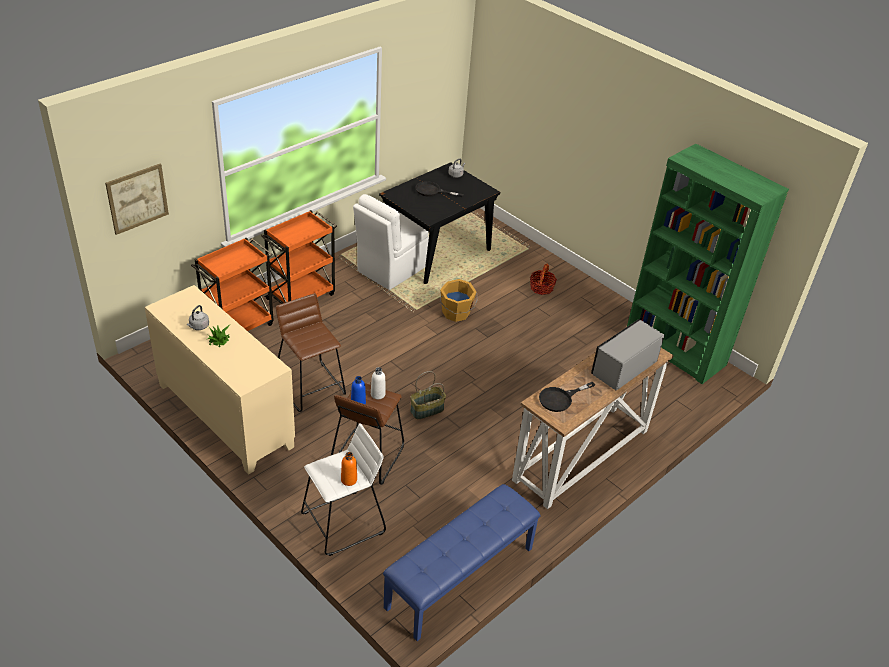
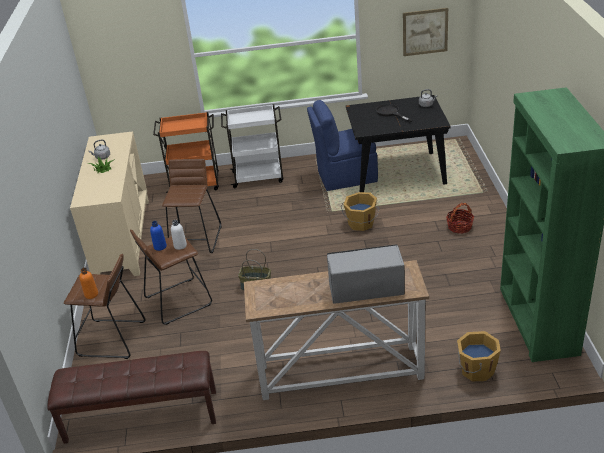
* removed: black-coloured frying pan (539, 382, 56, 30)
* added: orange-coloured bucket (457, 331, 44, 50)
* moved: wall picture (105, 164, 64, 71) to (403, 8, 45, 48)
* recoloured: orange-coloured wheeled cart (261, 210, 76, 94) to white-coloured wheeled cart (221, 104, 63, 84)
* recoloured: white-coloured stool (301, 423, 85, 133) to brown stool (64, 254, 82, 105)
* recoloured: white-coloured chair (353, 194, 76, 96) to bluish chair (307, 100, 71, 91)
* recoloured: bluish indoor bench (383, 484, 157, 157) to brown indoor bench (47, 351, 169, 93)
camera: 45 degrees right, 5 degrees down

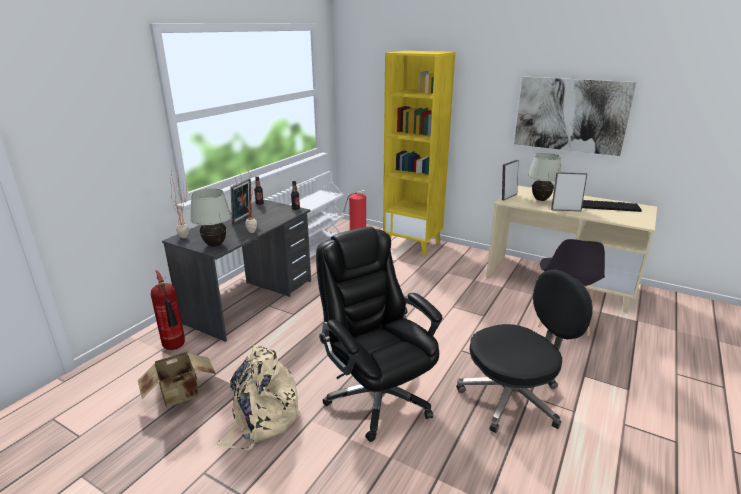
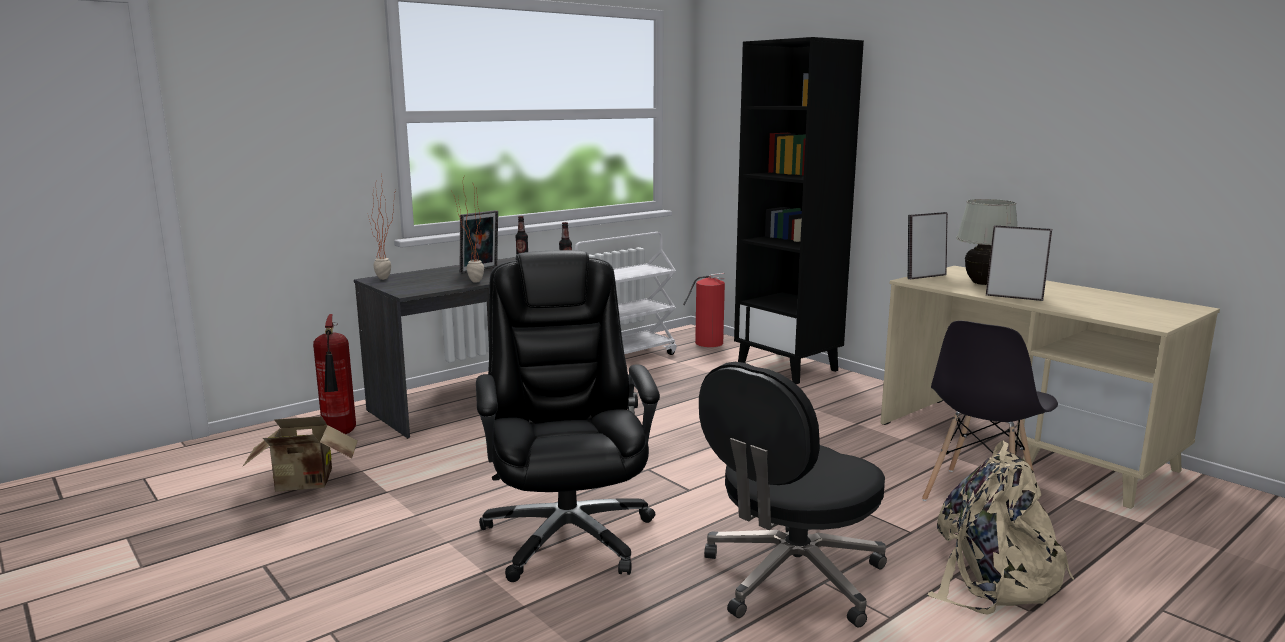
* removed: white-coloured table lamp (190, 188, 42, 59)
* removed: wall picture (514, 77, 122, 79)
* removed: keyboard (582, 200, 60, 12)
* moved: sand-coloured backpack (217, 345, 84, 106) to (927, 441, 147, 174)
* recoloured: yellowish bookshelf (383, 51, 72, 205) to black-coloured bookshelf (734, 37, 130, 347)
* turned: black-coloured desk chair (456, 270, 137, 163) = (699, 362, 188, 266) 135 degrees clockwise
camera: 20 degrees right, 10 degrees down

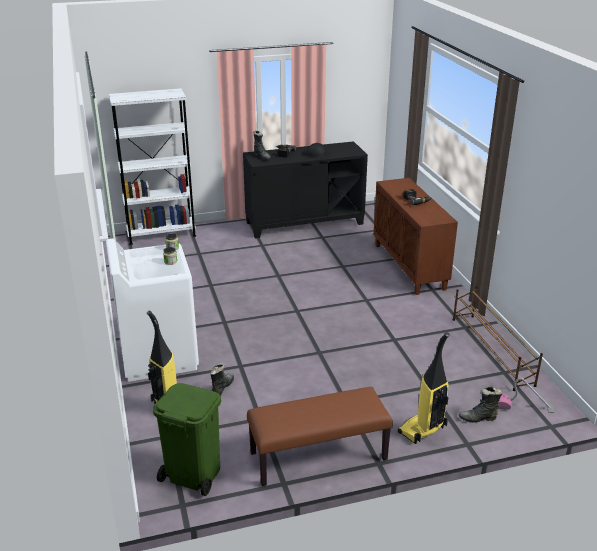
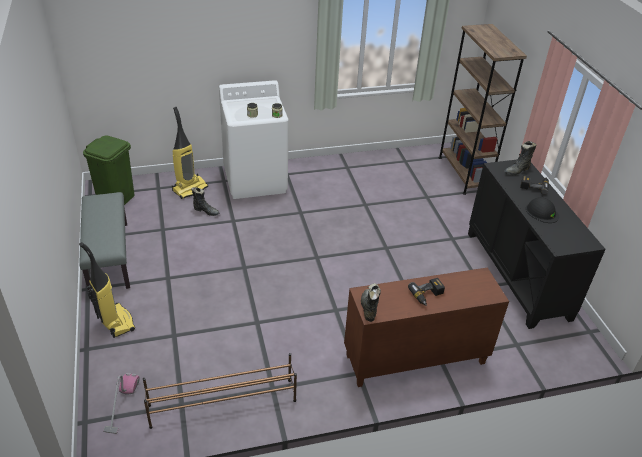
* moved: black-coloured boot (458, 386, 44, 37) to (361, 283, 20, 39)
* recoloured: white-coloured bookshelf (109, 88, 87, 157) to brown bookshelf (438, 24, 89, 171)
* recoloured: brown indoor bench (247, 387, 146, 99) to greyish indoor bench (79, 192, 51, 98)
camera: 90 degrees right, 10 degrees up

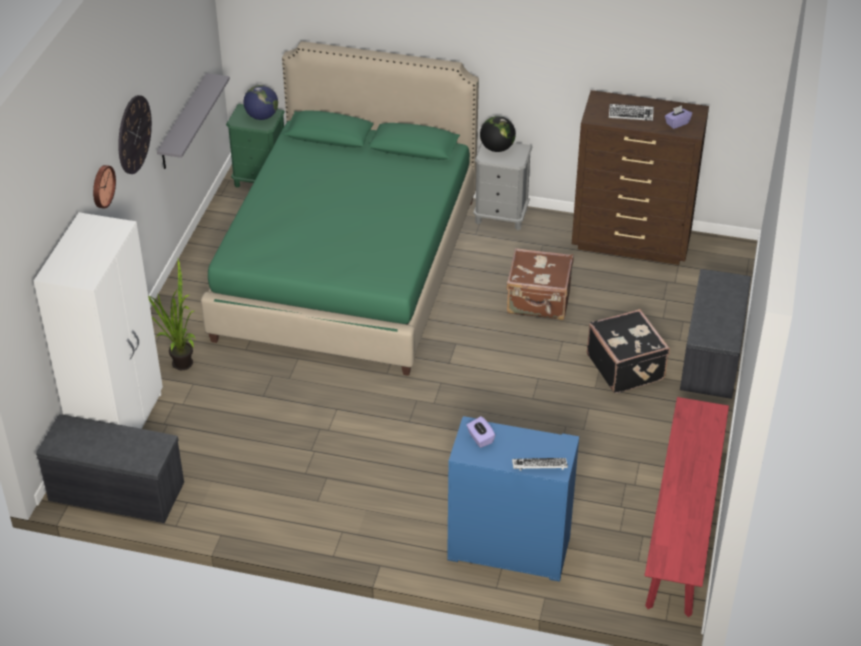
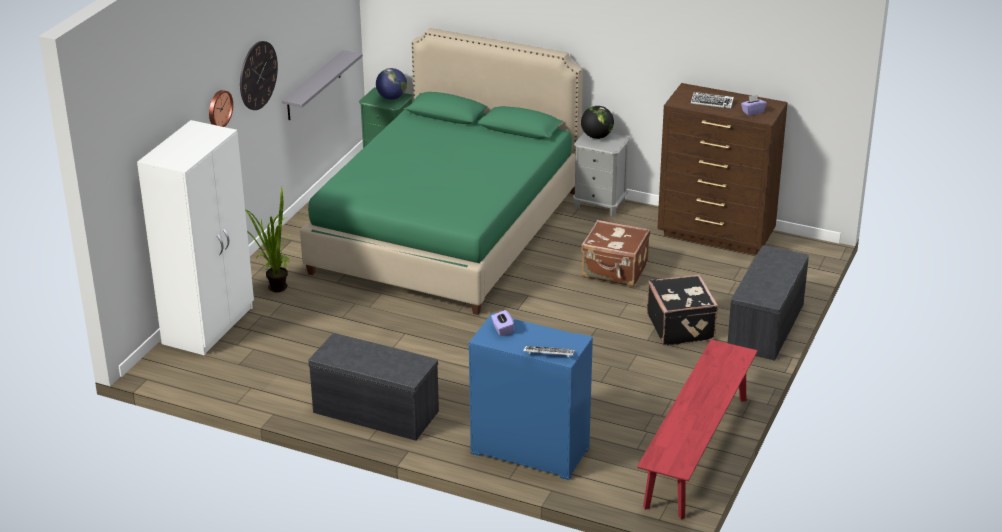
* moved: greyish indoor bench (36, 414, 148, 109) to (308, 333, 131, 108)
camera: 10 degrees right, 10 degrees down

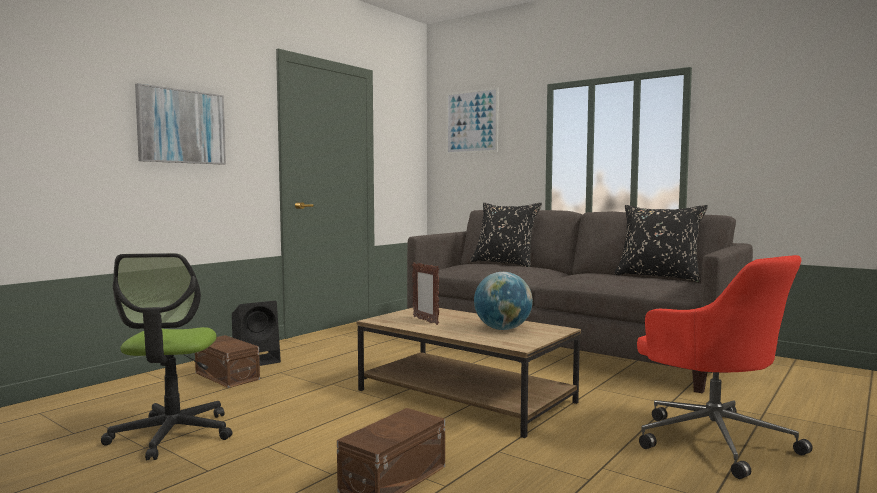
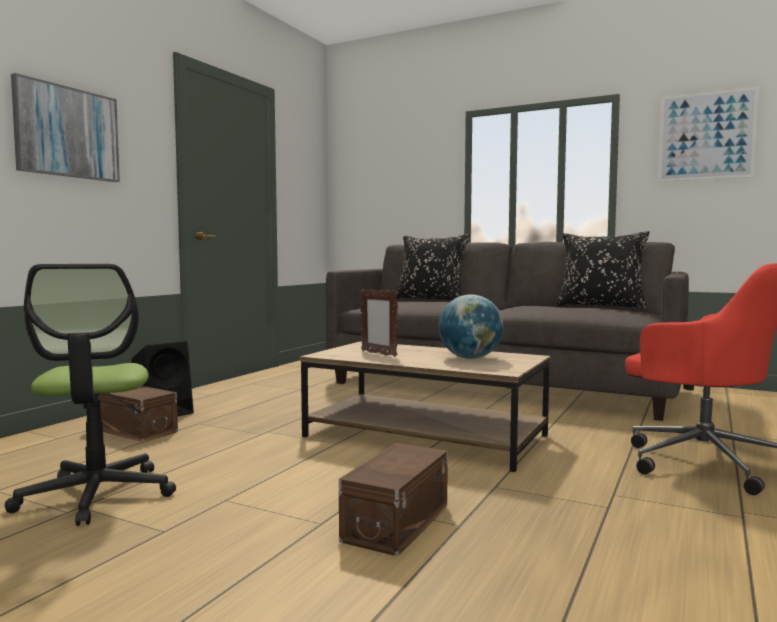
* moved: wall picture (446, 87, 53, 67) to (658, 87, 101, 95)
camera: 10 degrees left, 0 degrees up

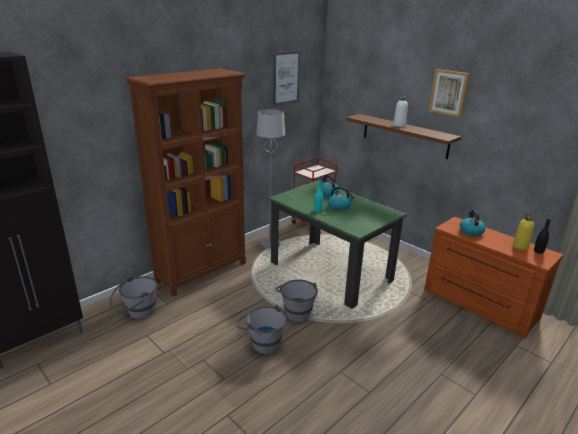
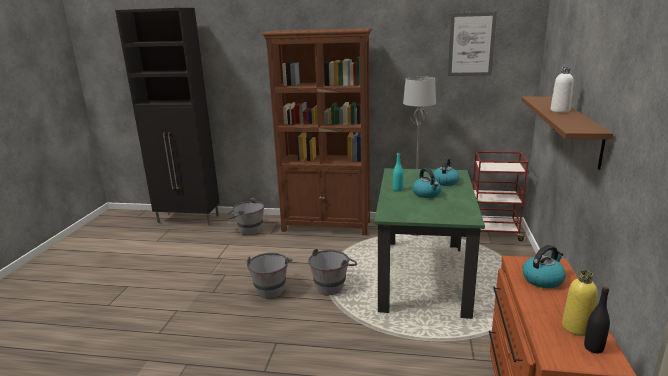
* removed: wall picture (429, 69, 41, 48)
camera: 55 degrees right, 5 degrees down

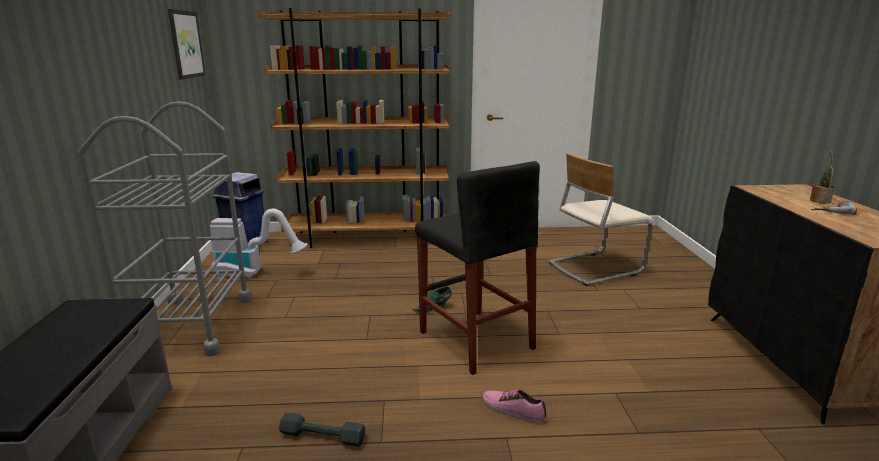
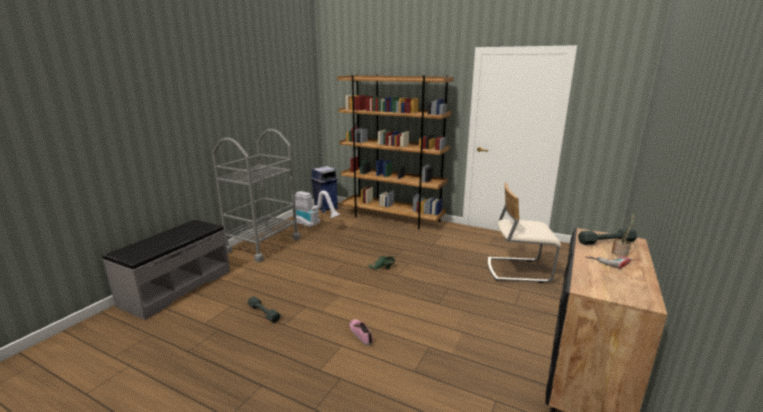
* removed: wall picture (168, 9, 37, 71)
* removed: black-coloured stool (415, 161, 125, 214)
* added: greyish hand weight (578, 228, 59, 17)
camera: 30 degrees right, 0 degrees up

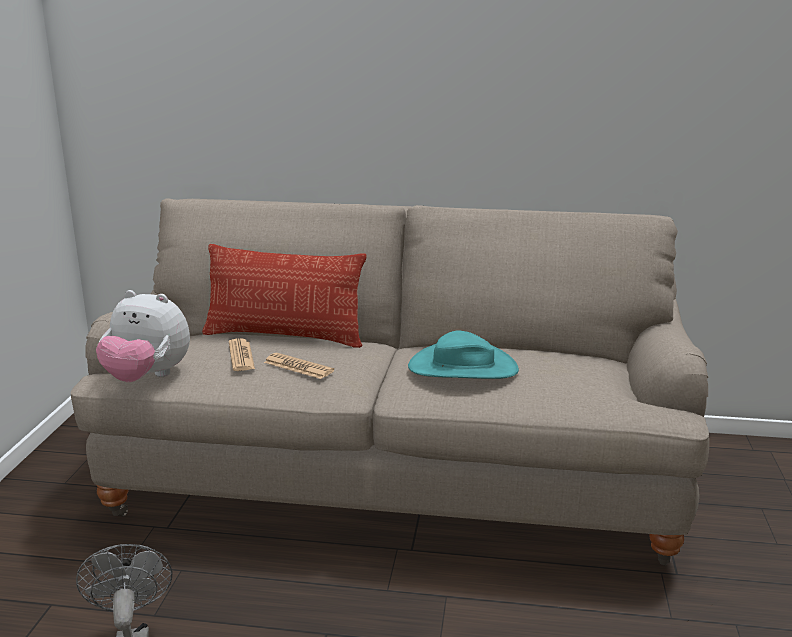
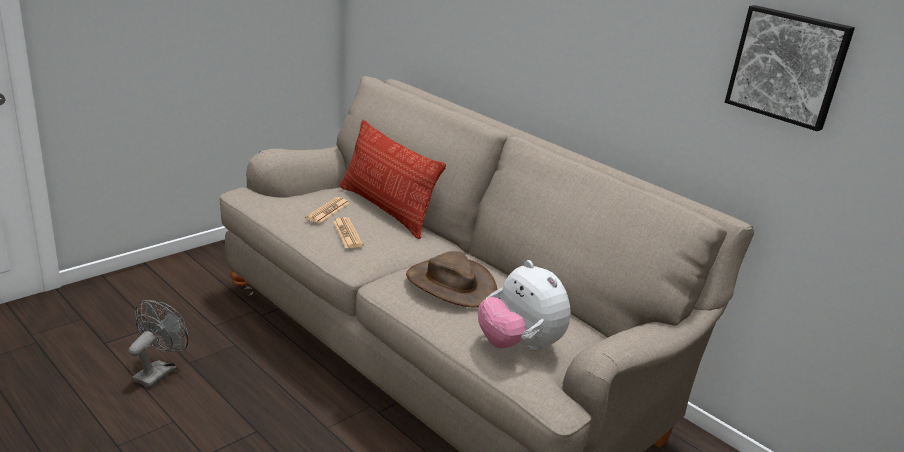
* added: wall picture (725, 5, 130, 126)
* moved: plush toy (96, 290, 94, 92) to (478, 260, 93, 91)
* recoloured: turquoise hat (408, 330, 111, 49) to brown hat (406, 251, 91, 57)
camera: 35 degrees right, 5 degrees up

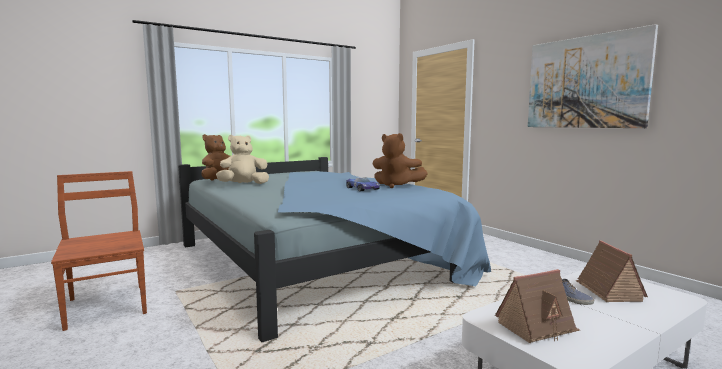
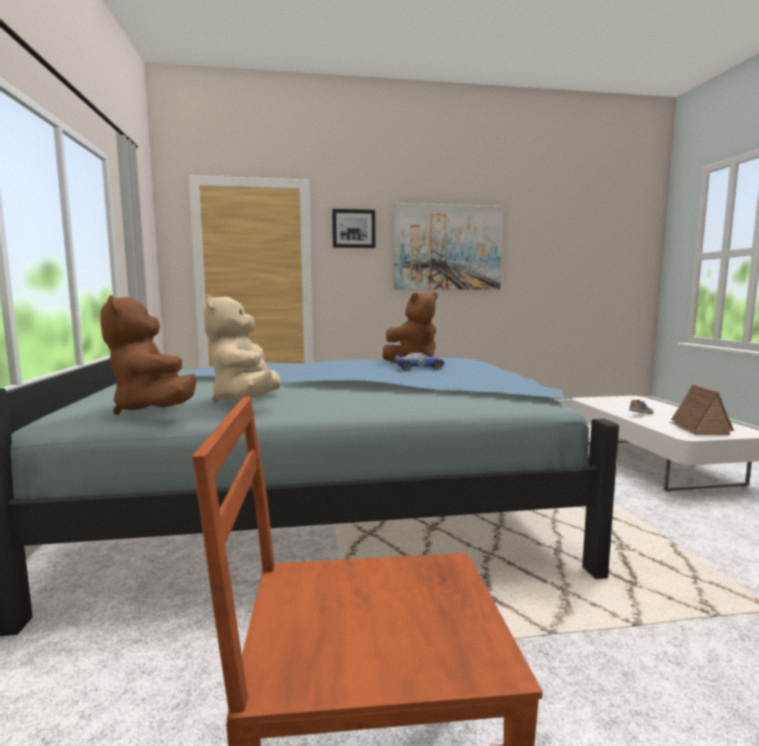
* removed: miniature house (575, 240, 73, 62)
* added: wall picture (332, 209, 43, 39)
camera: 65 degrees left, 0 degrees up

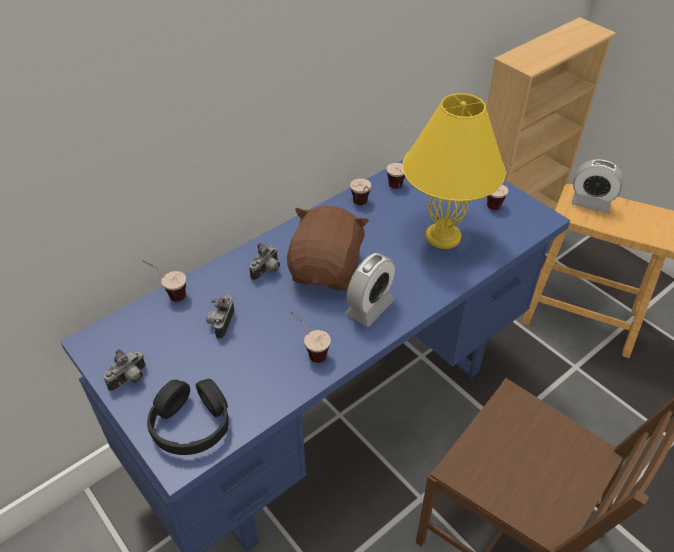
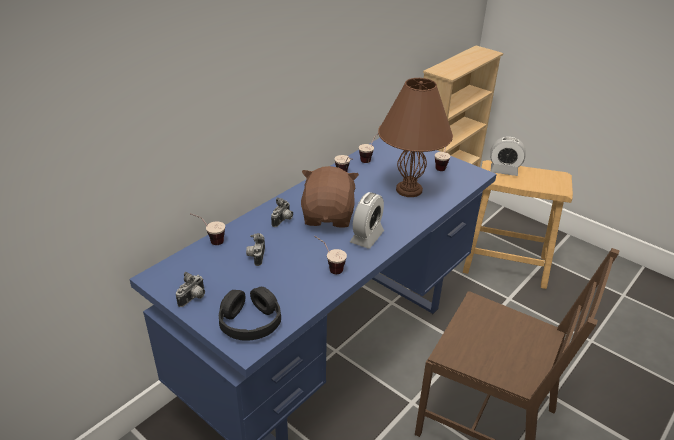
* recoloured: yellowish table lamp (402, 93, 104, 156) to brown table lamp (378, 78, 75, 119)
camera: 10 degrees left, 10 degrees down

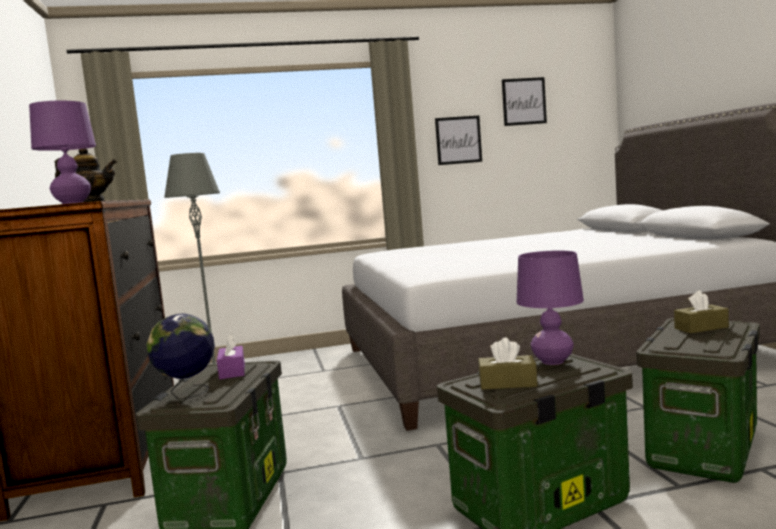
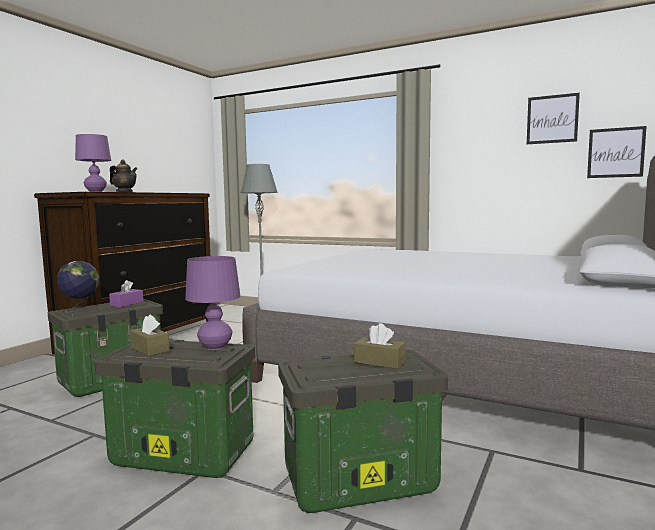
* moved: wall picture (435, 115, 47, 50) to (587, 126, 60, 52)
camera: 40 degrees right, 0 degrees up

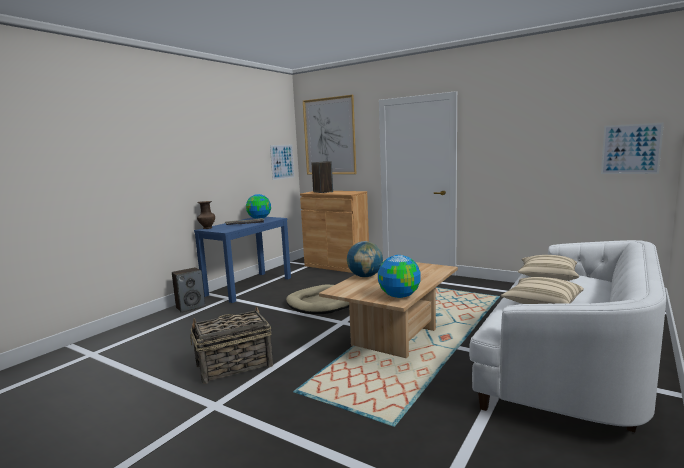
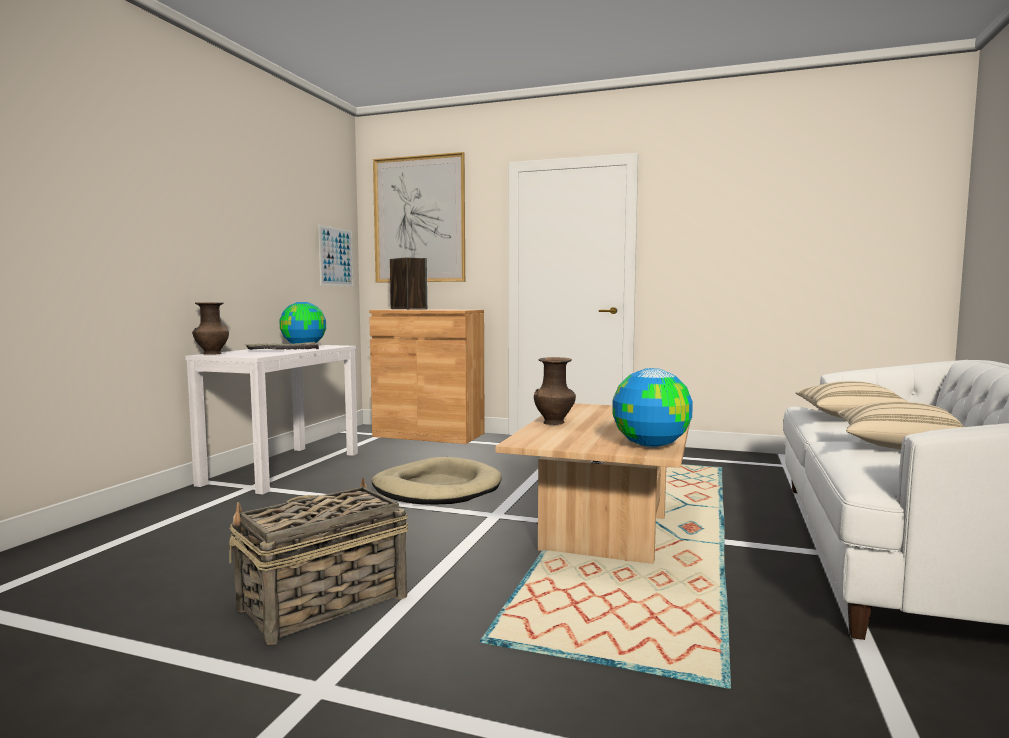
* removed: speaker (172, 267, 33, 46)
* removed: wall picture (601, 123, 63, 51)
* replaced: desk globe (347, 241, 36, 36) to brown vase (534, 357, 42, 68)
* recoloured: bluish hall table (194, 217, 97, 86) to white-coloured hall table (185, 345, 173, 149)
camera: 15 degrees left, 5 degrees down

